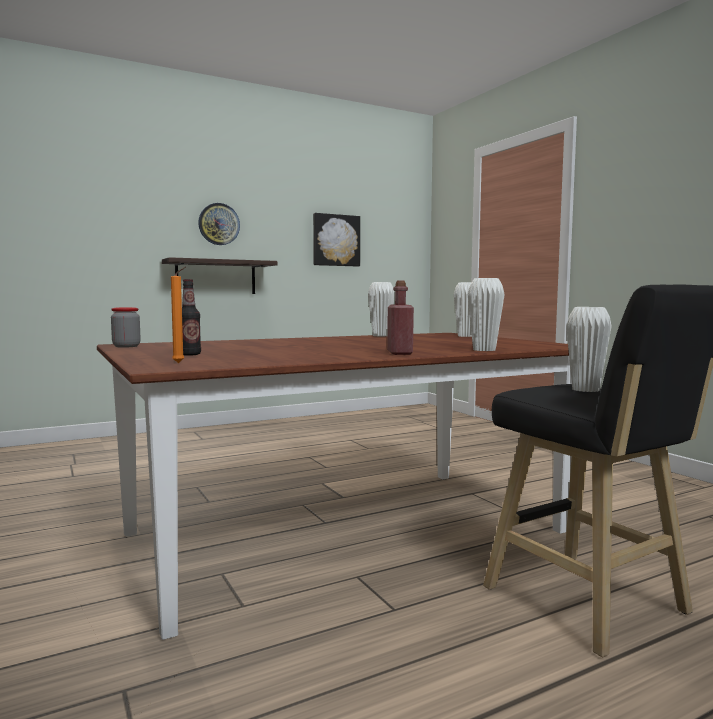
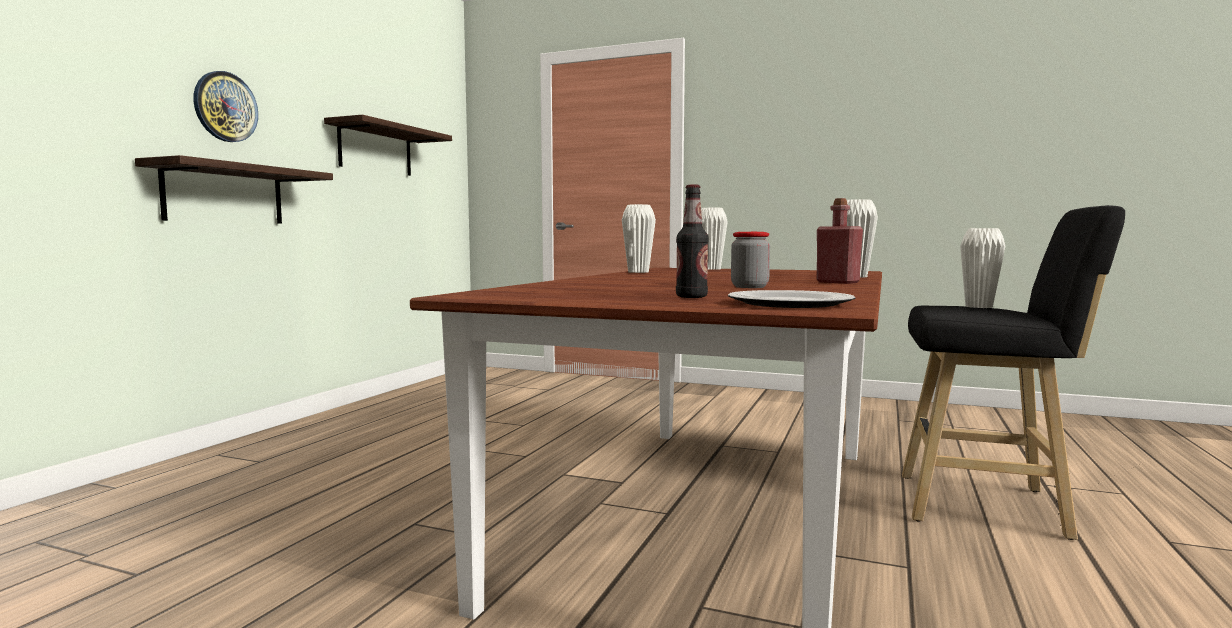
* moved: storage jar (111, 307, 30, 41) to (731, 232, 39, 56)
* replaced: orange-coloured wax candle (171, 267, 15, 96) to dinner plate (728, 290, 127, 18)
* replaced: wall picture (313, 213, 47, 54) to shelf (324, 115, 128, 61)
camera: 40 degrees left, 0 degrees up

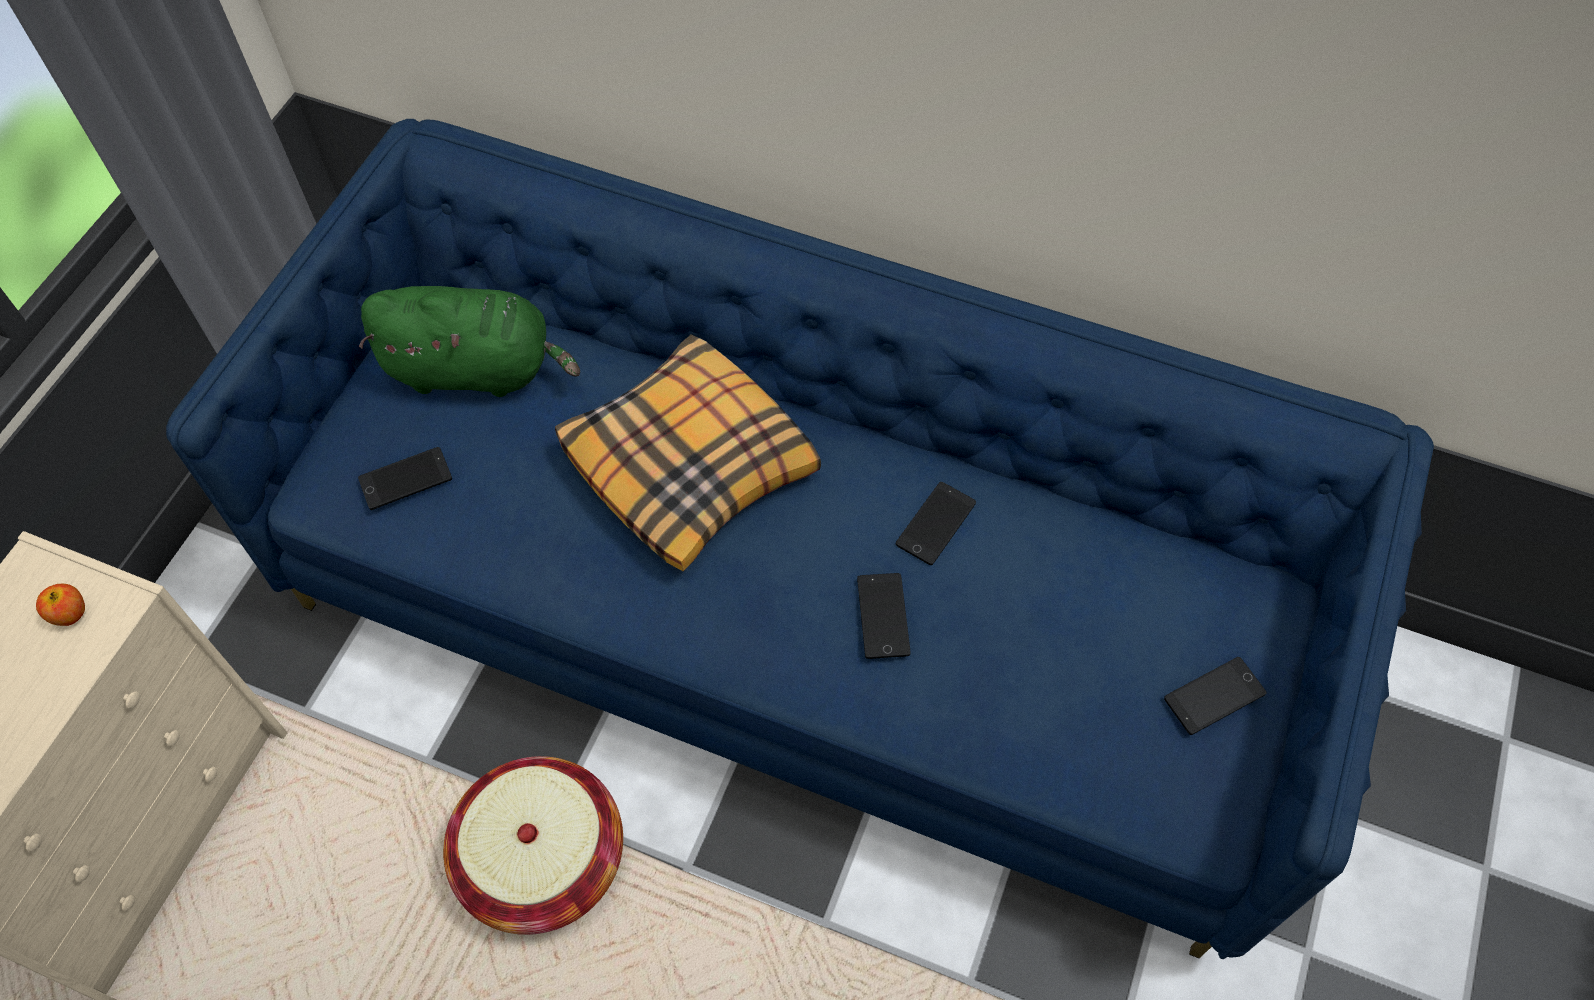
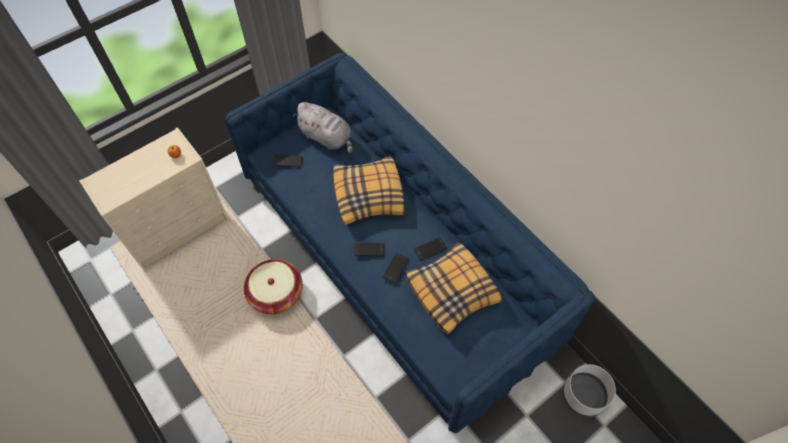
* added: pillow (406, 242, 97, 92)
* added: greyish flower pot (562, 364, 54, 53)
* moved: telephone (1164, 657, 103, 78) to (354, 242, 31, 15)
* recoloured: greenish plush toy (359, 286, 221, 111) to greyish plush toy (293, 102, 60, 51)
camera: 30 degrees right, 0 degrees up

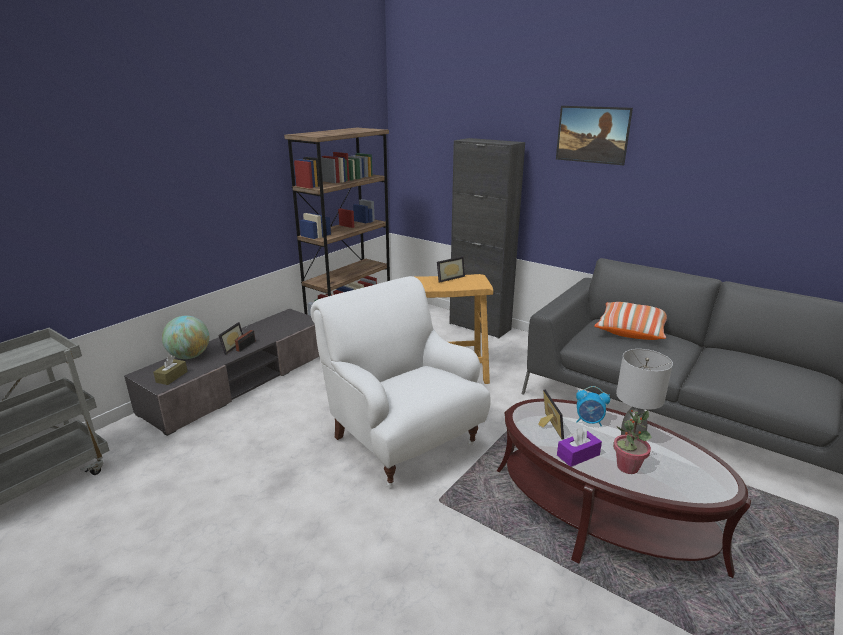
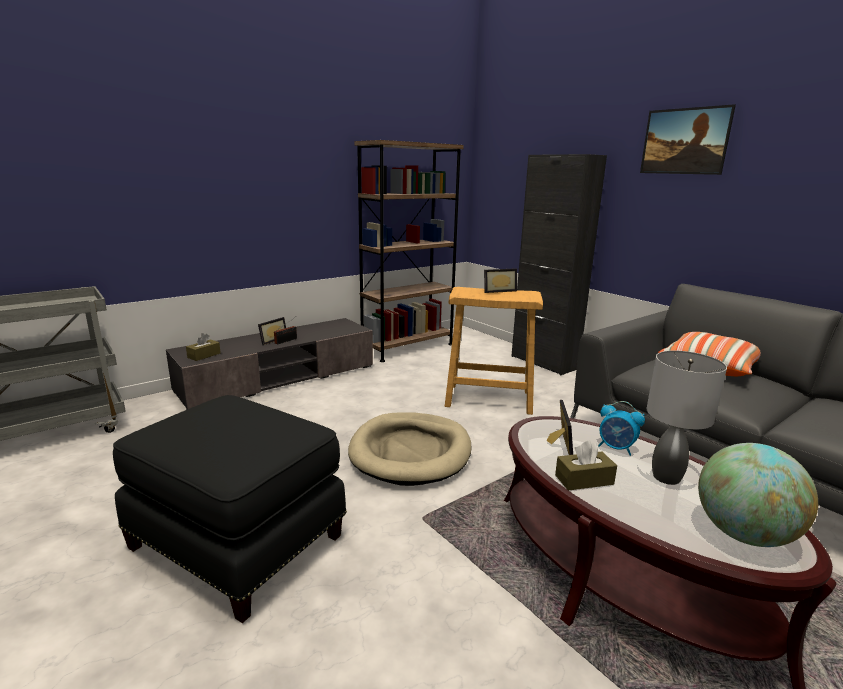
* removed: potted plant (613, 410, 38, 64)
* added: black-coloured pouffe (113, 395, 234, 228)
* moved: desk globe (162, 316, 47, 43) to (698, 443, 120, 104)
* replaced: white-coloured easy chair (310, 276, 181, 211) to sand-coloured pet bed (348, 412, 123, 74)
* recoloured: purplish box of tissues (557, 427, 45, 40) to brown box of tissues (555, 440, 62, 51)
camera: 15 degrees right, 5 degrees down

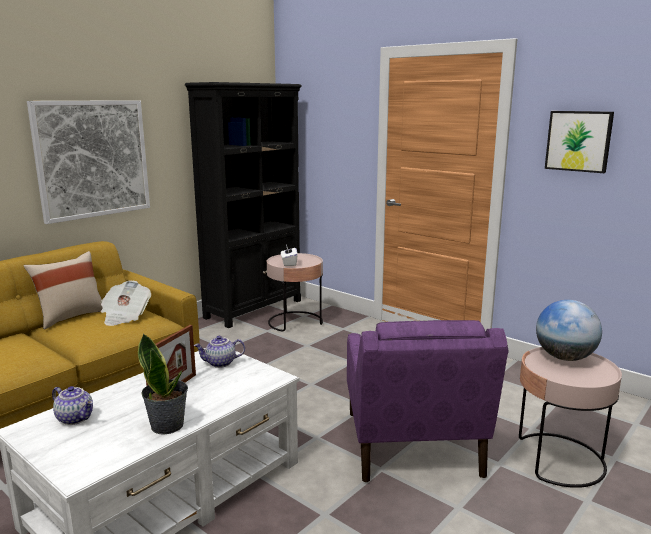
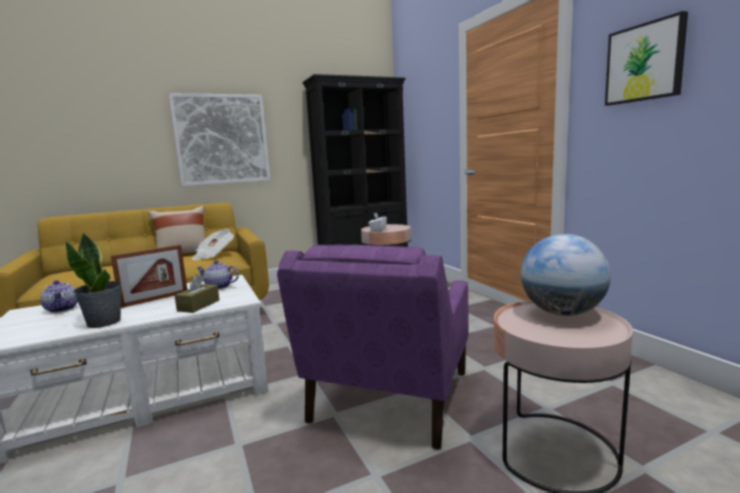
* added: brown box of tissues (174, 274, 45, 39)
camera: 25 degrees right, 5 degrees down

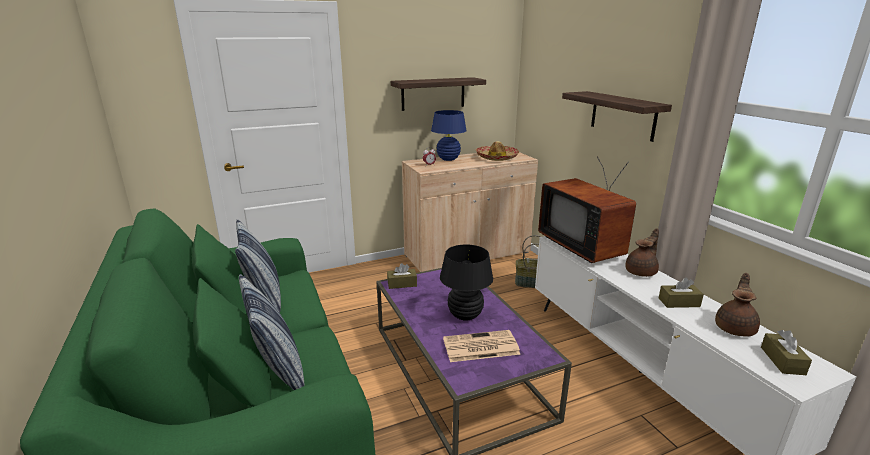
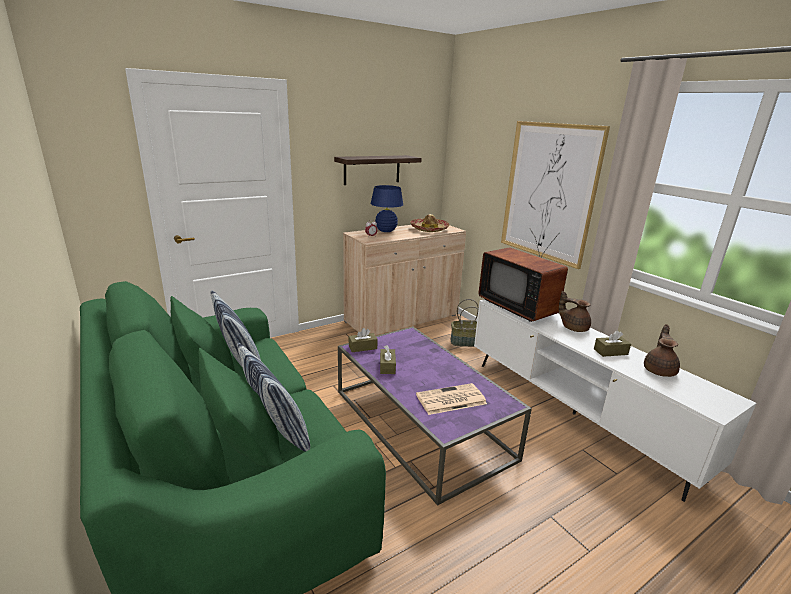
* removed: black-coloured table lamp (440, 244, 53, 77)
* moved: brown box of tissues (761, 330, 51, 45) to (380, 345, 16, 29)
* replaced: shelf (562, 91, 110, 51) to wall picture (501, 121, 109, 148)
* turned: brown pot for tea (625, 228, 34, 49) = (559, 291, 32, 41) 90 degrees counterclockwise
camera: 10 degrees left, 0 degrees up

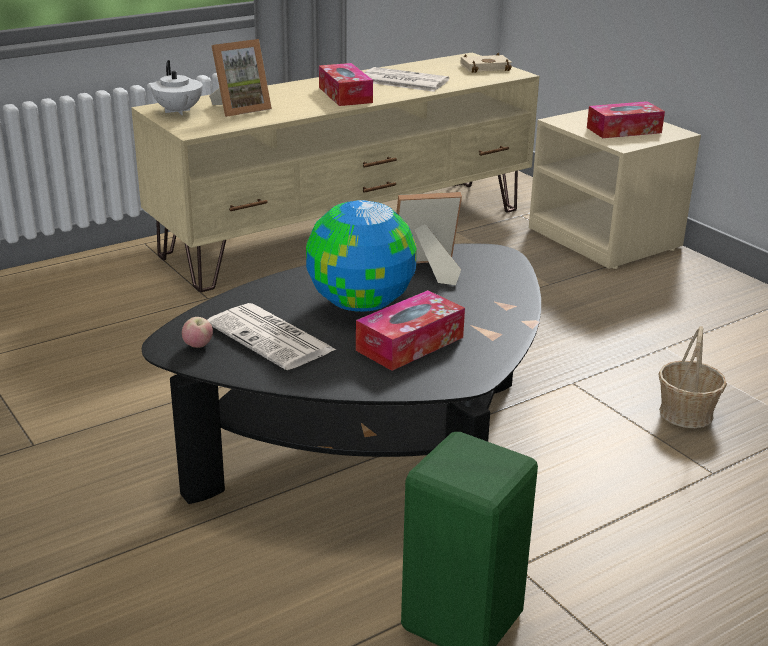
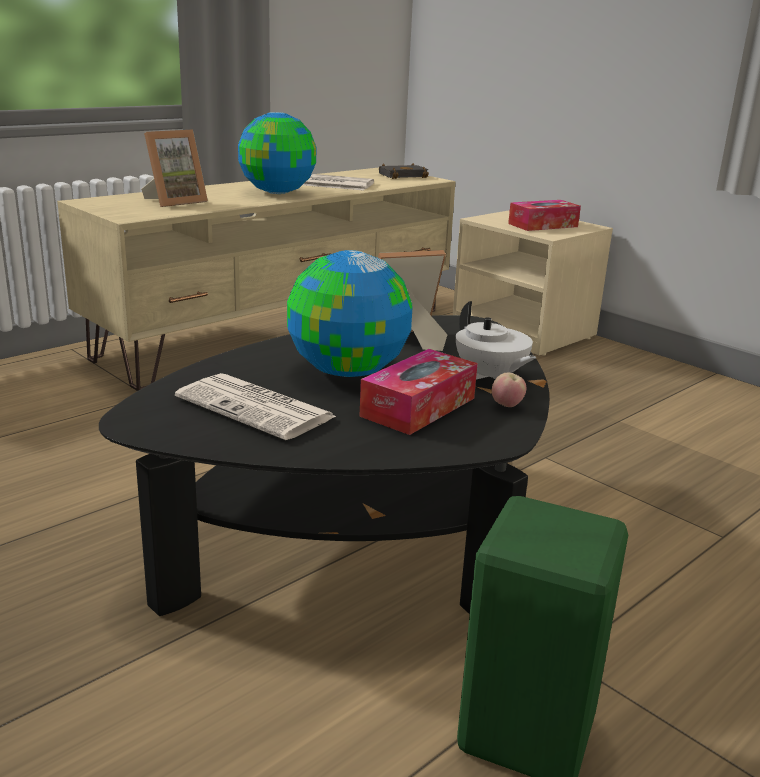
* removed: household basket (658, 326, 69, 102)
* moved: white-coloured pot for tea (151, 60, 52, 55) to (456, 301, 80, 78)
* moved: apple (182, 317, 31, 31) to (492, 373, 34, 34)
* replaced: box of tissues (319, 63, 54, 43) to desk globe (238, 112, 78, 82)
* recoloured: sand-coloured volume (460, 53, 52, 20) to black-coloured volume (379, 163, 50, 16)
camera: 10 degrees left, 5 degrees down

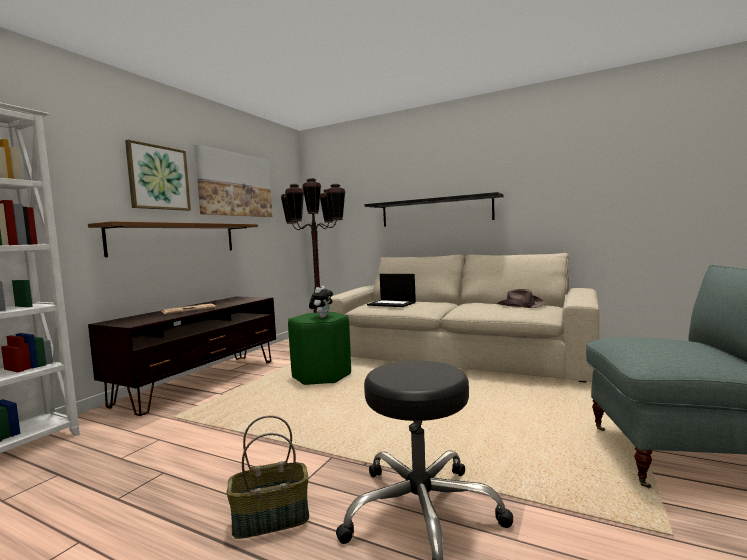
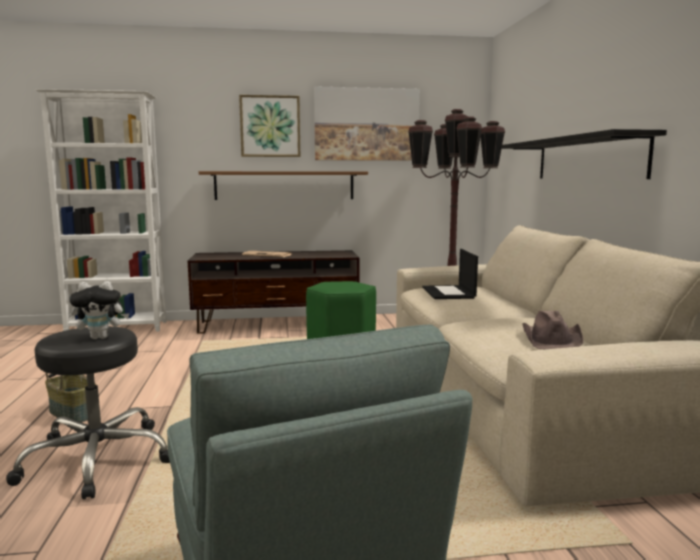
* moved: plush toy (309, 286, 24, 32) to (69, 281, 61, 58)
camera: 55 degrees right, 5 degrees up

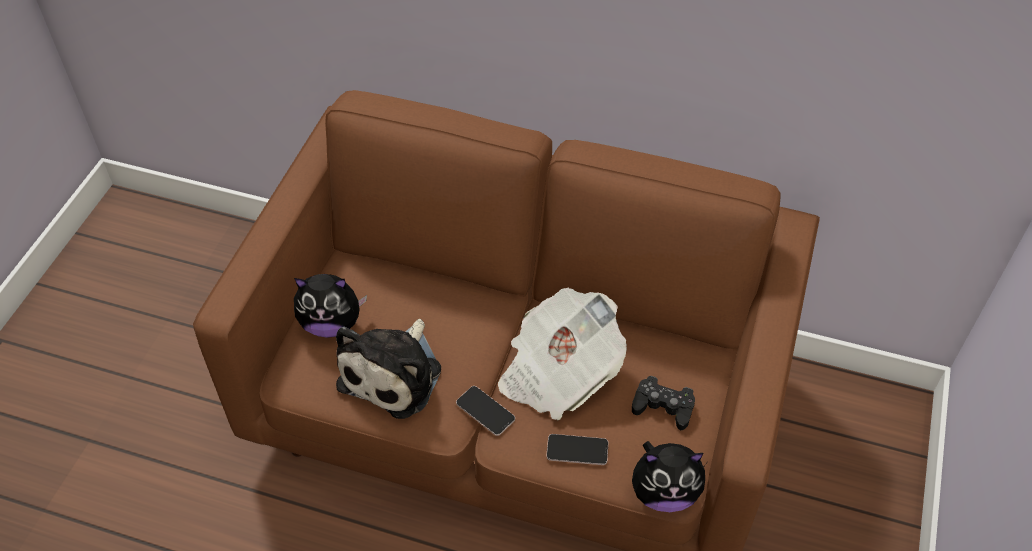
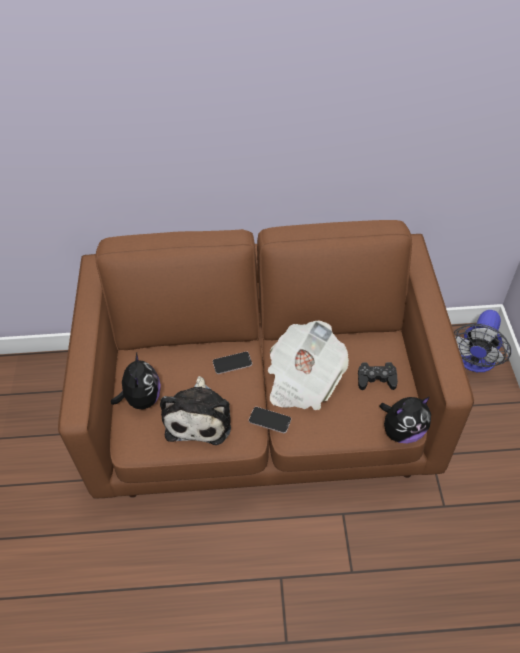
* added: cooling fan (454, 310, 57, 62)
* moved: telephone (546, 434, 62, 31) to (213, 352, 39, 22)
* turned: plush toy (294, 274, 73, 64) = (111, 353, 50, 56) 75 degrees counterclockwise
camera: 20 degrees left, 0 degrees up

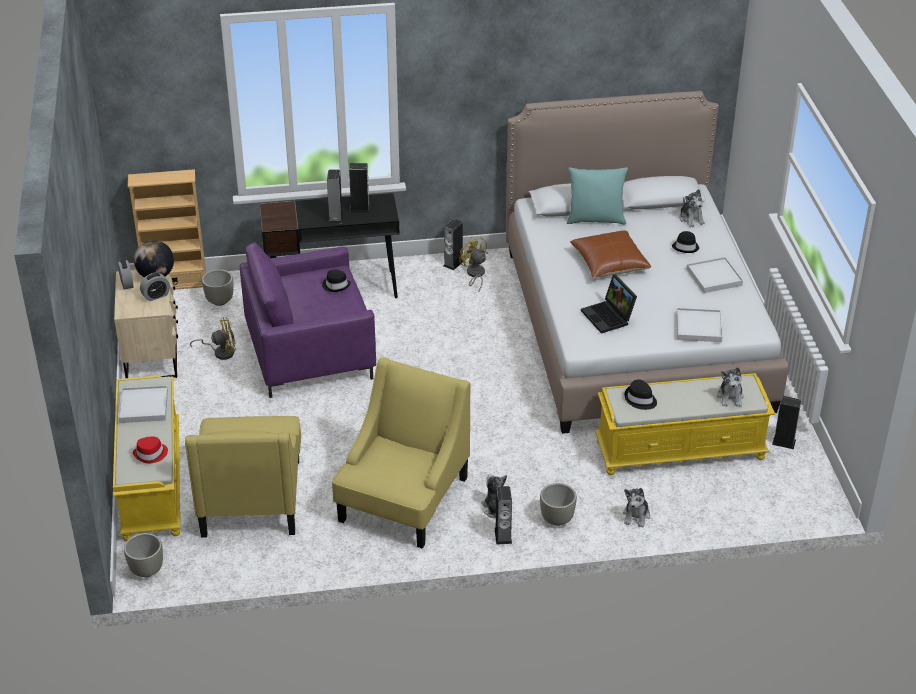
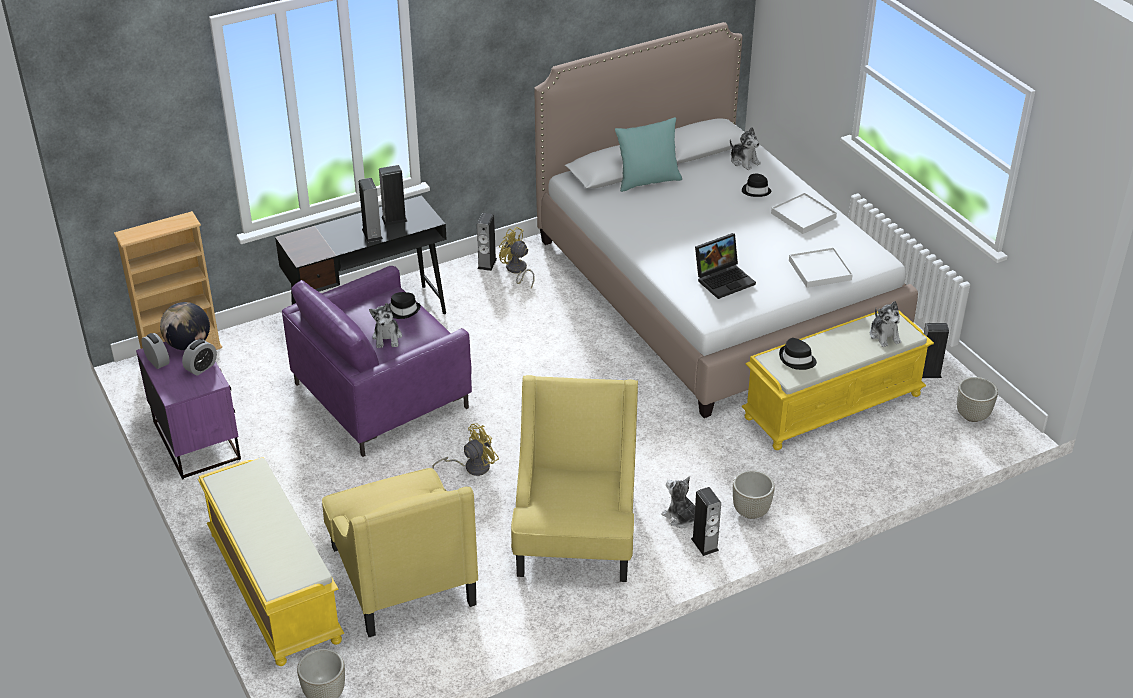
* removed: white-coloured carrying tray (118, 386, 50, 37)
* removed: red hat (133, 436, 35, 27)
* removed: brown pillow (570, 230, 81, 48)
* moved: yellowish cooling fan (190, 317, 46, 43) to (432, 423, 67, 53)
* moved: greyish flower pot (202, 269, 31, 37) to (957, 377, 41, 45)
* moved: plush toy (623, 488, 27, 40) to (369, 303, 33, 45)
* recoloured: sand-coloured nightstand (114, 270, 64, 108) to purplish nightstand (136, 341, 105, 138)
* turned: laptop (581, 274, 56, 60) = (695, 233, 61, 66) 75 degrees counterclockwise
camera: 20 degrees left, 0 degrees up

